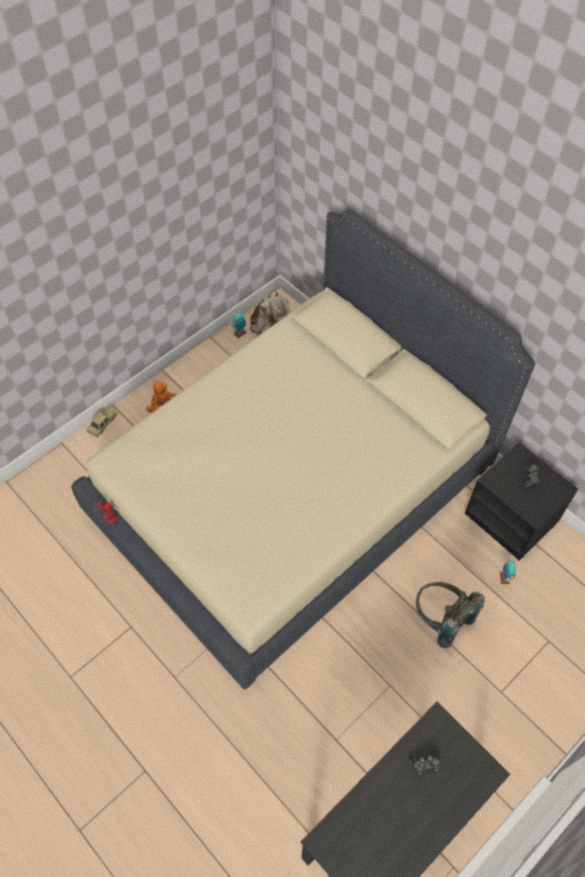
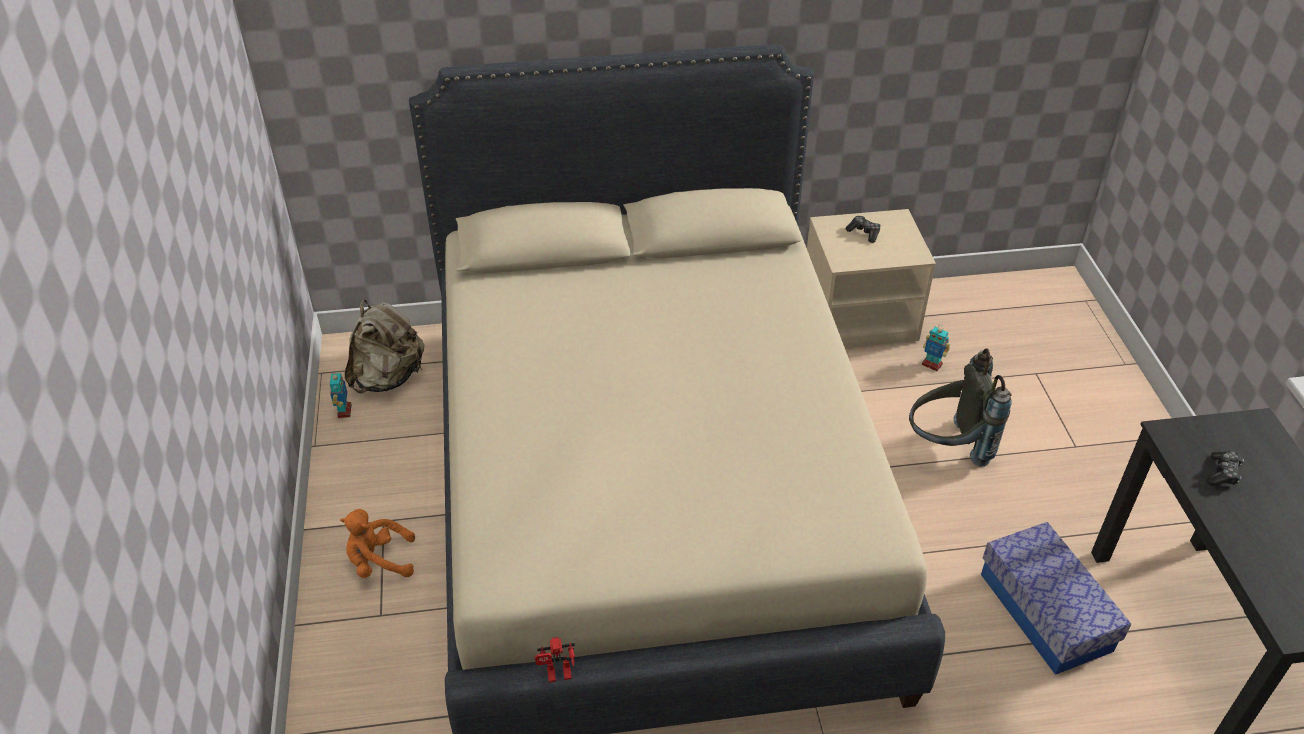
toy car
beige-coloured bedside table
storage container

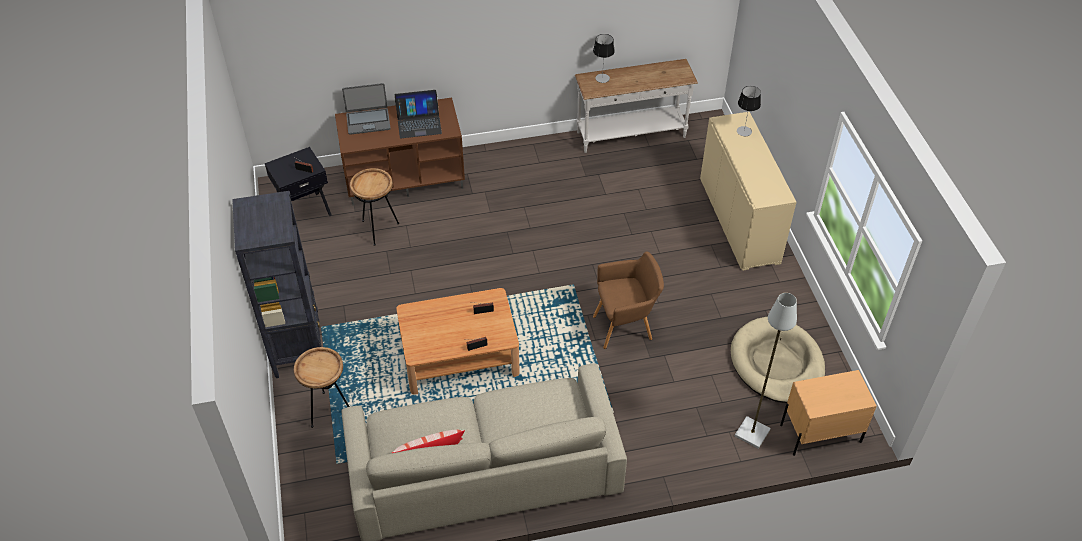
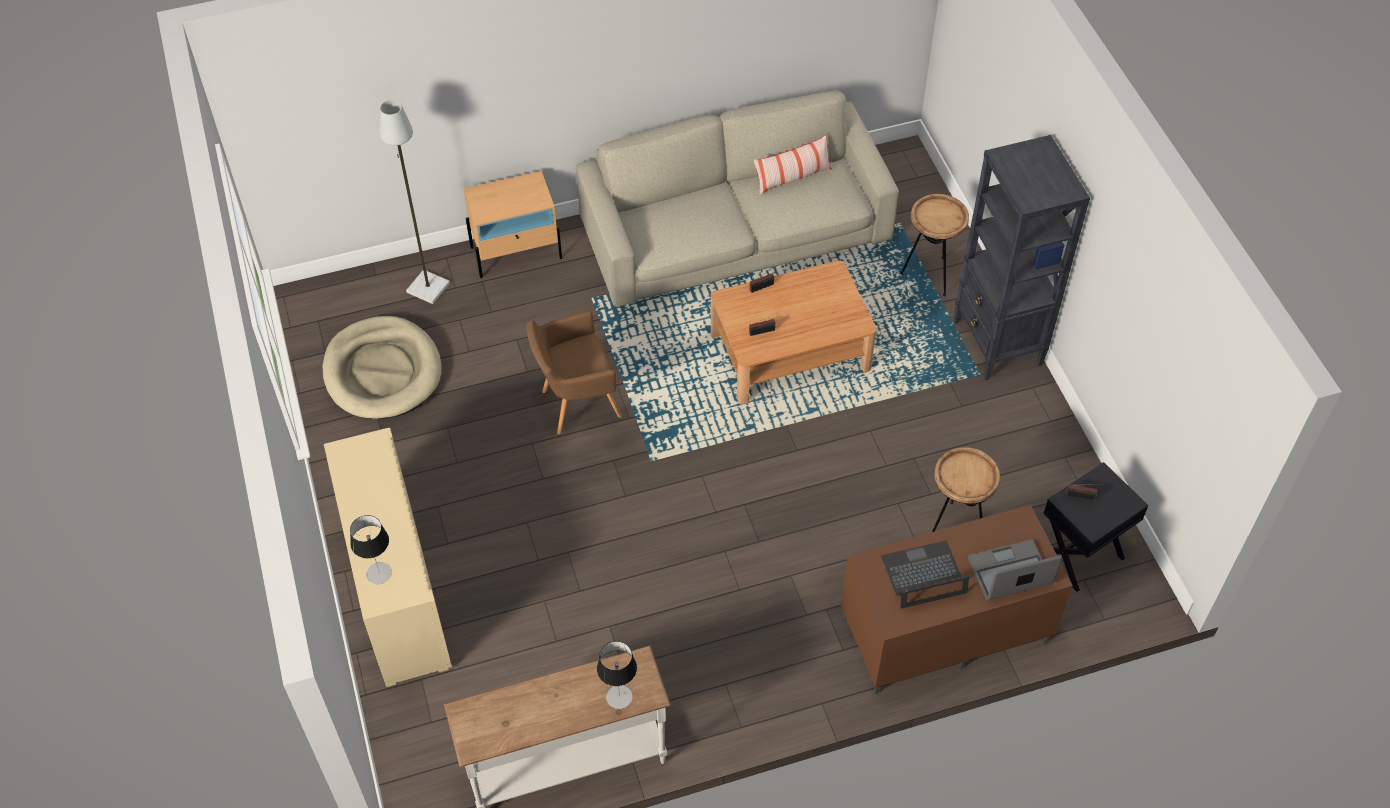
beige-coloured bedside table

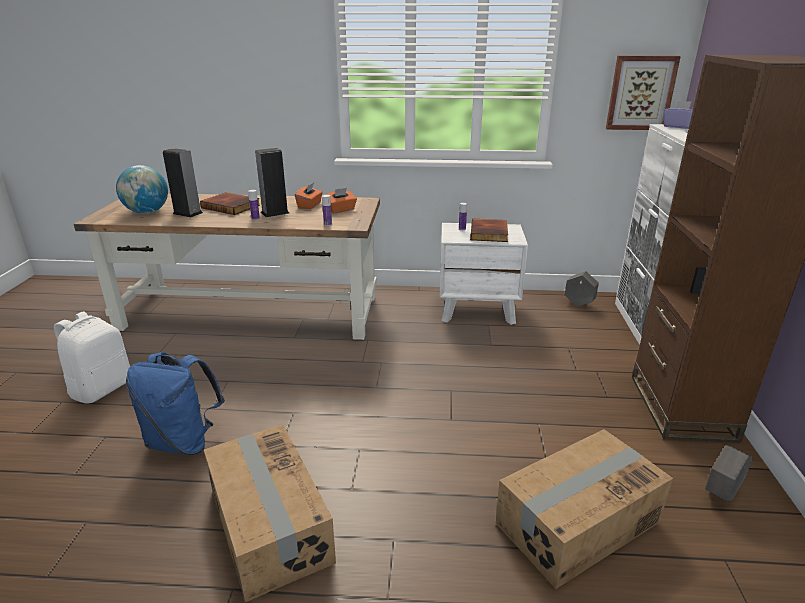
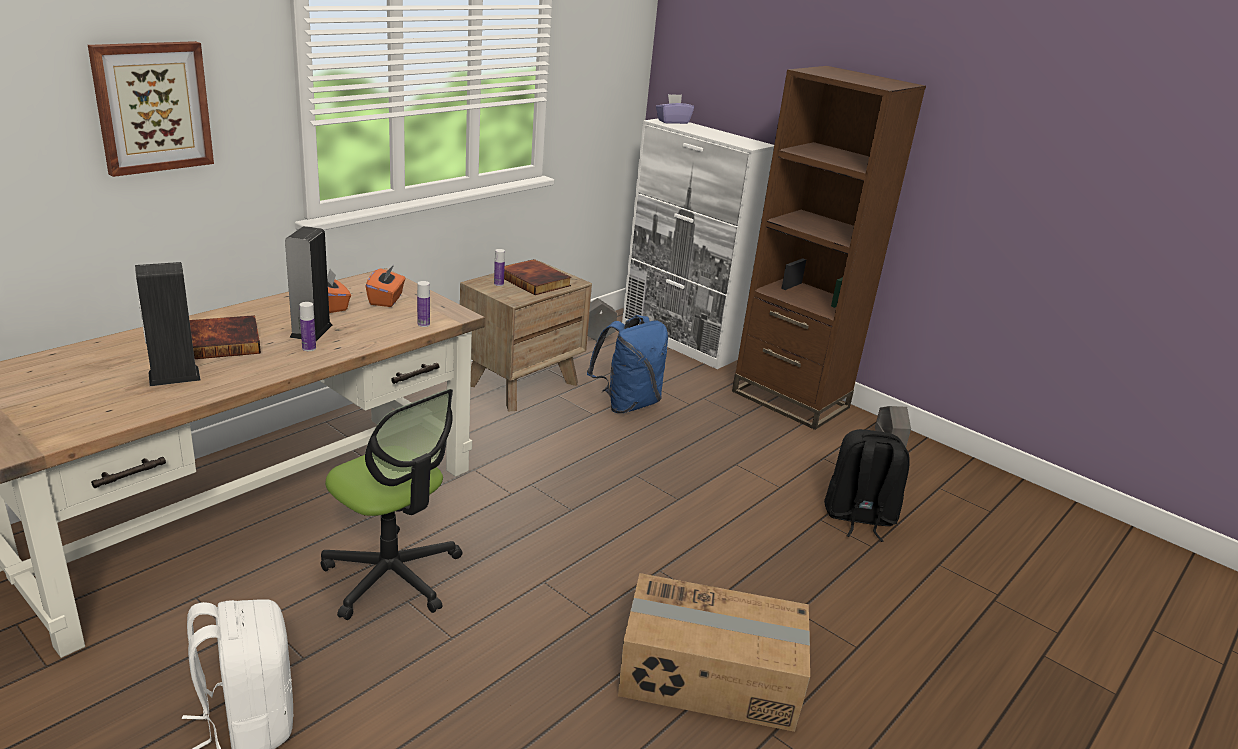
wall art
globe
brown bedside table
bluish rucksack
black-coloured rucksack
computer chair

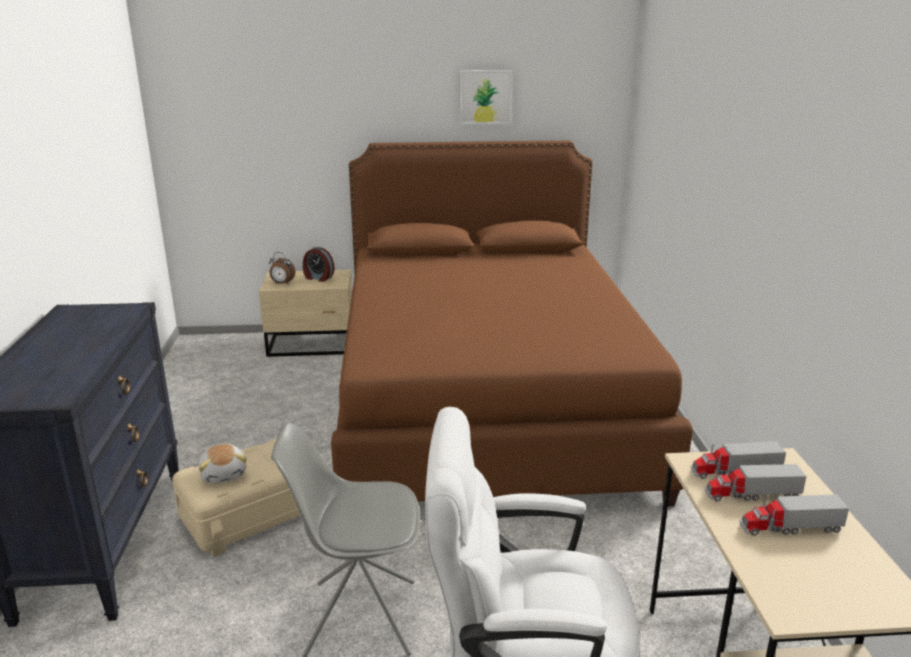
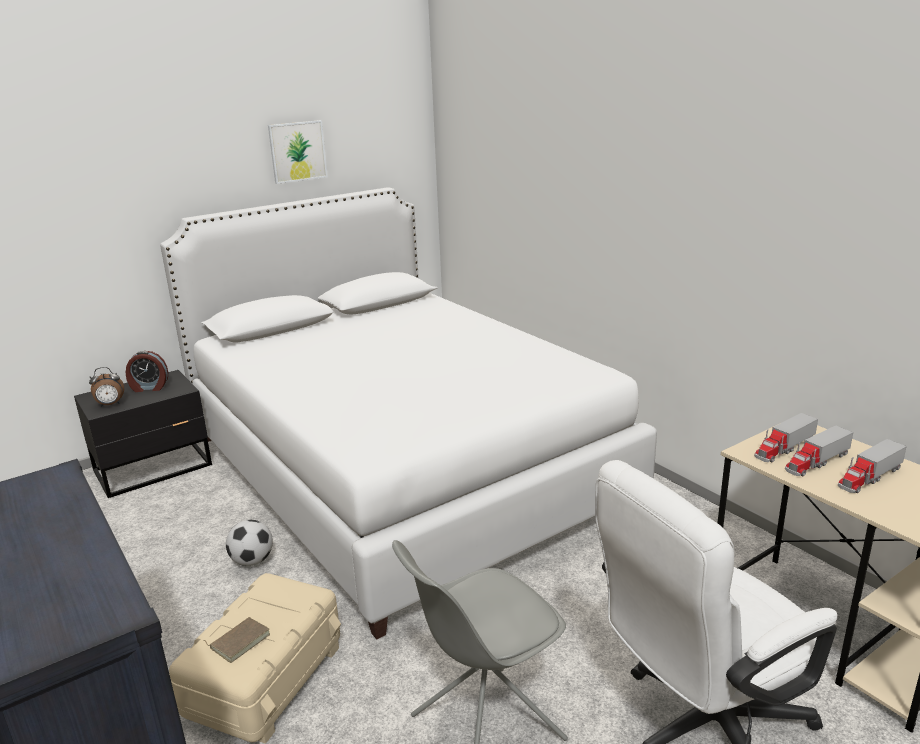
white sleeping bed
black-coloured bedside table
brown book
football ball

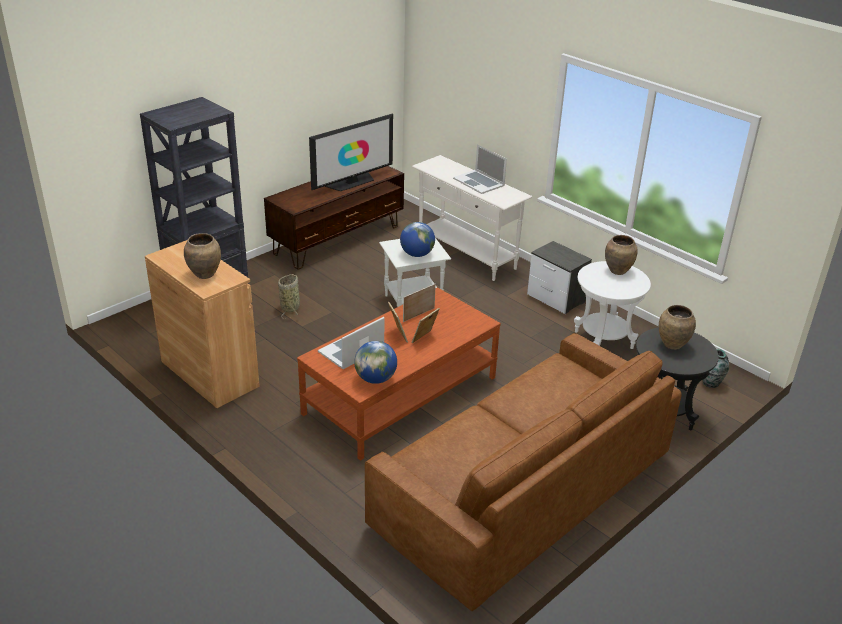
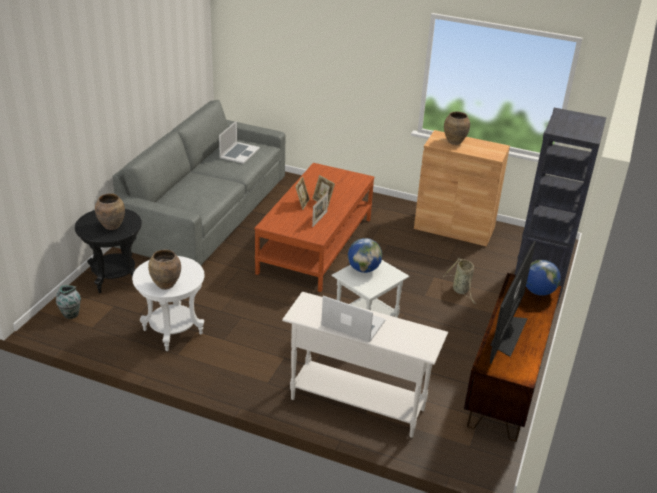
bedside table
notebook computer (1st from left)
gray settee
globe (2nd from left)

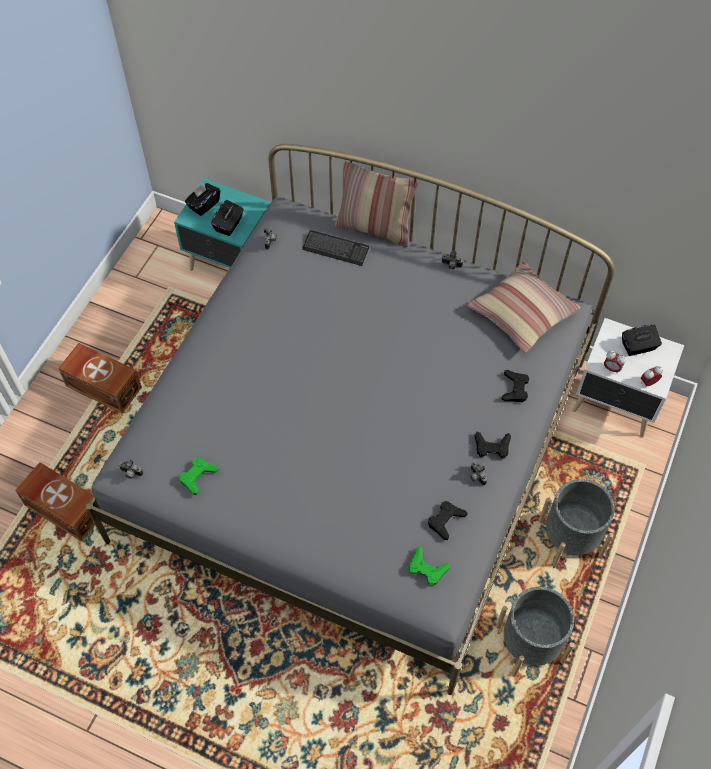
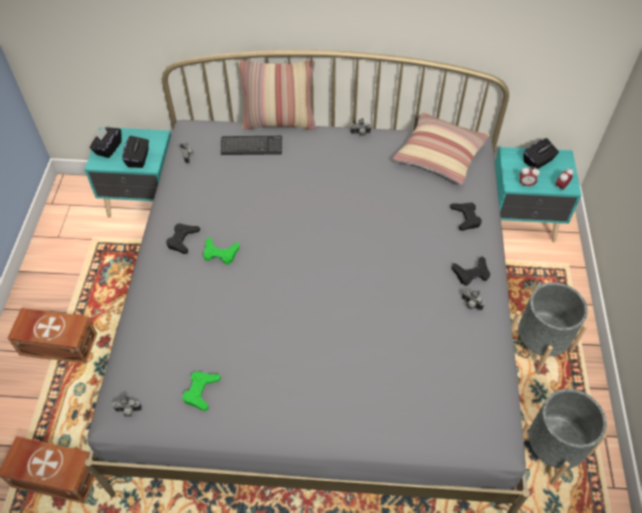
turquoise-coloured bedside table (2nd from left)
black-coloured game controller (1st from left)
green game controller (2nd from left)

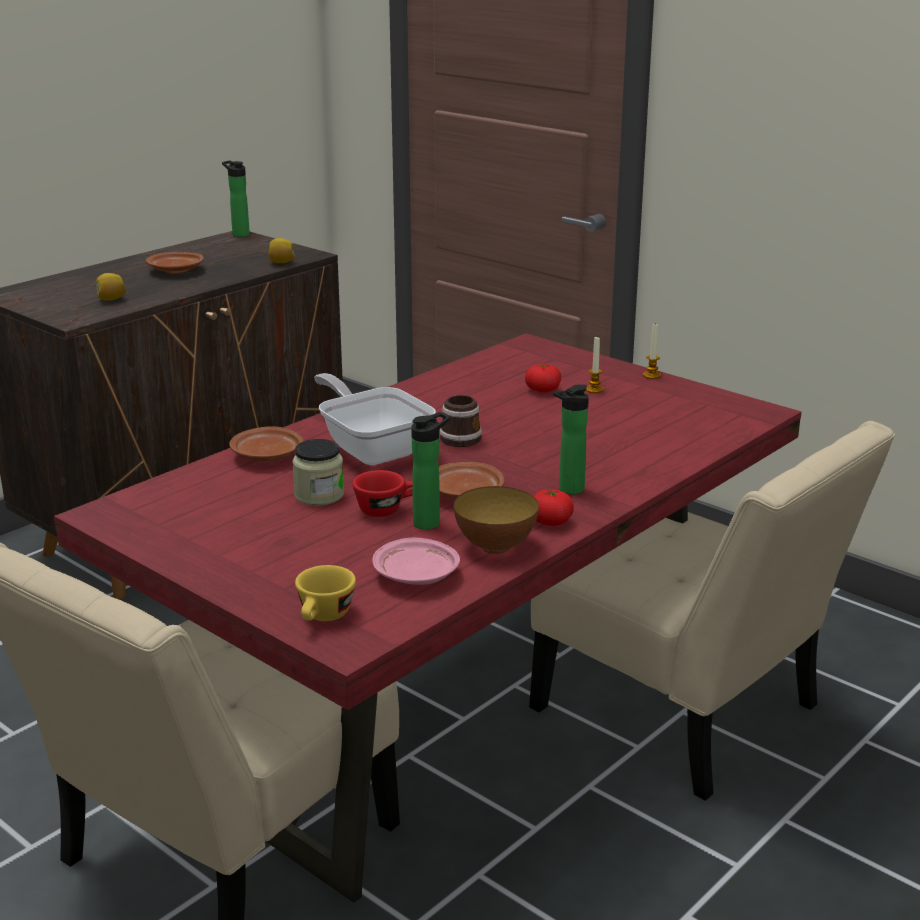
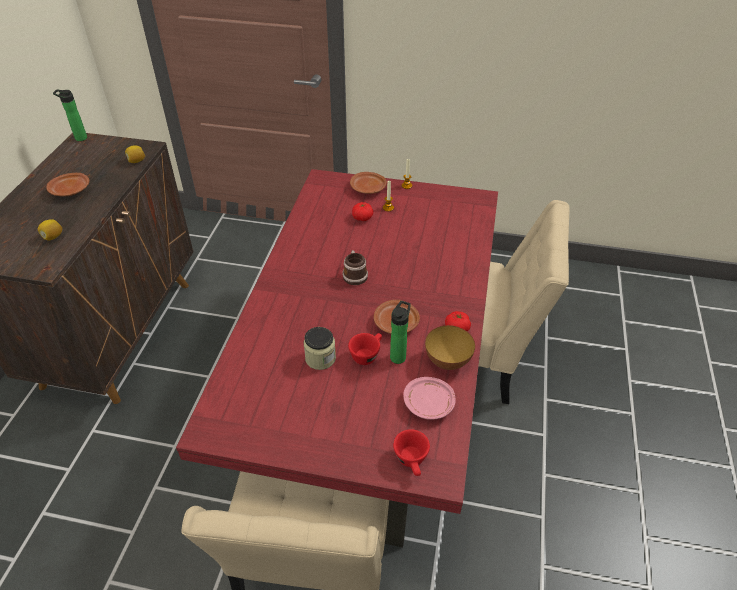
frying pan
beverage bottle (3rd from left in the first image)
brown dinner plate (2nd from left)
red cup (2nd from left)

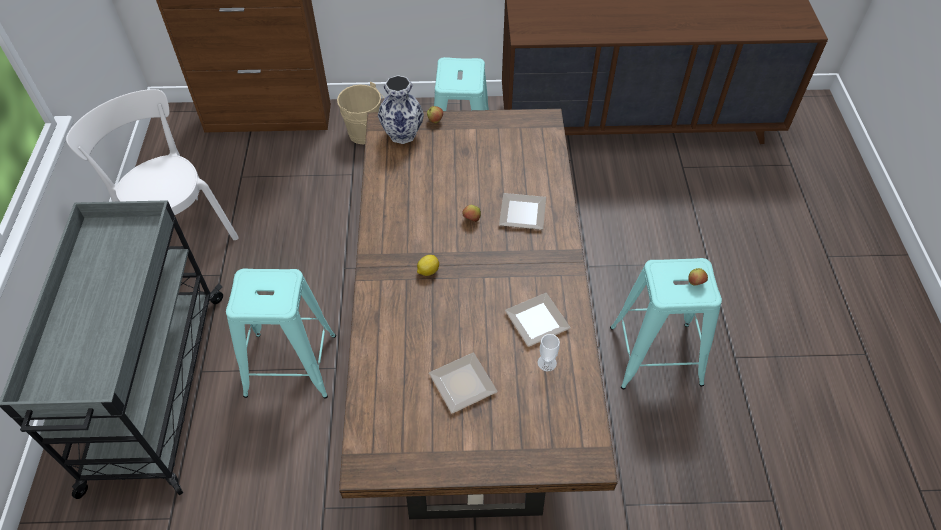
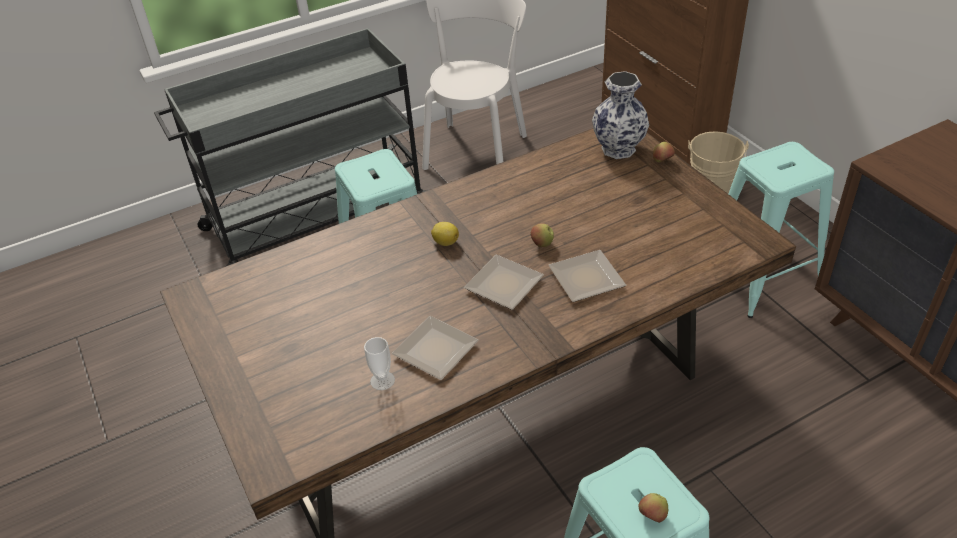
dinner plate (2nd from left)

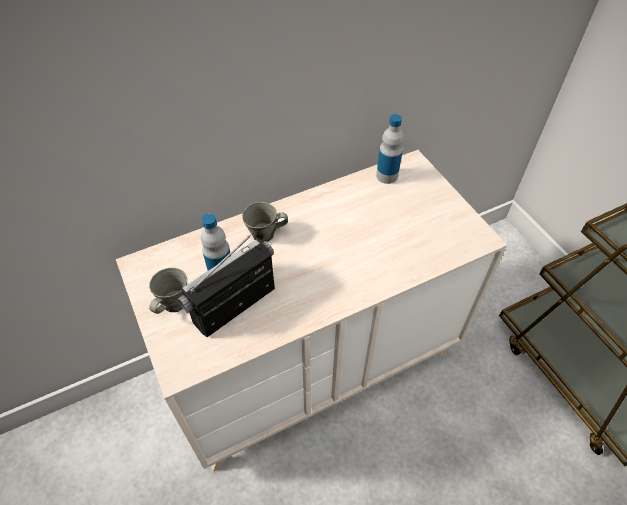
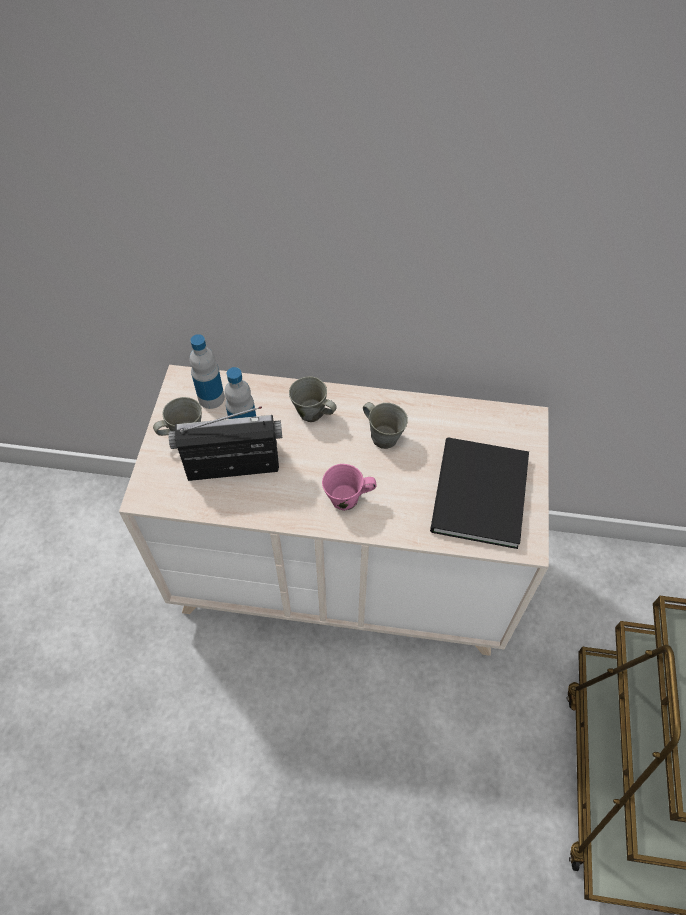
beverage bottle (1st from left)
gray mug (3rd from left)
black-coloured book
pink mug

